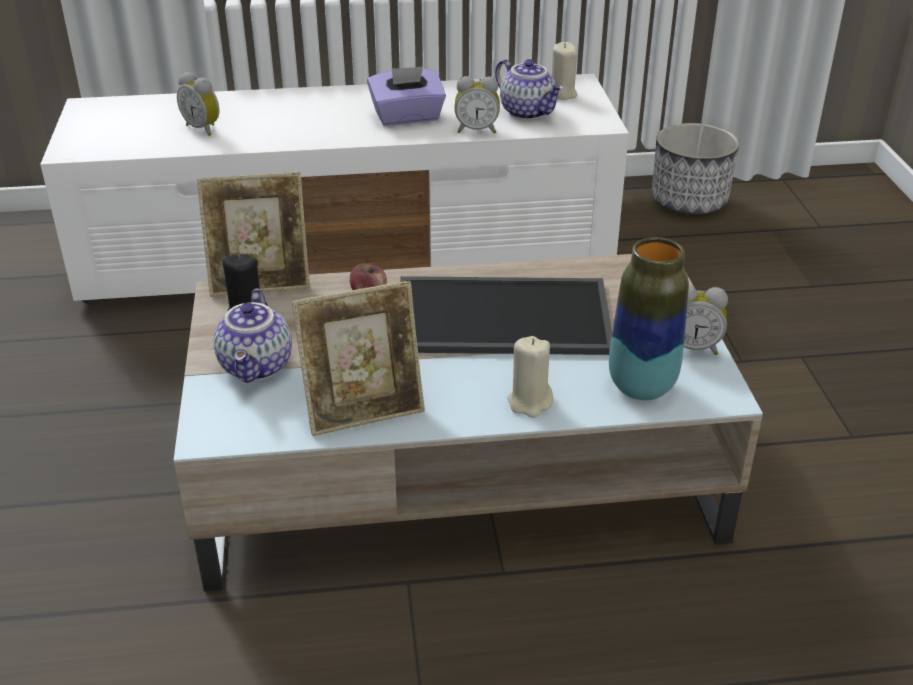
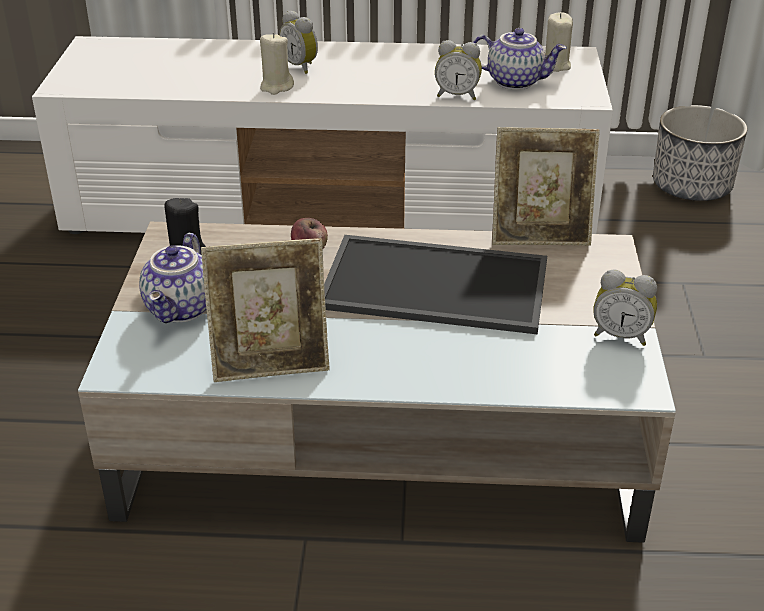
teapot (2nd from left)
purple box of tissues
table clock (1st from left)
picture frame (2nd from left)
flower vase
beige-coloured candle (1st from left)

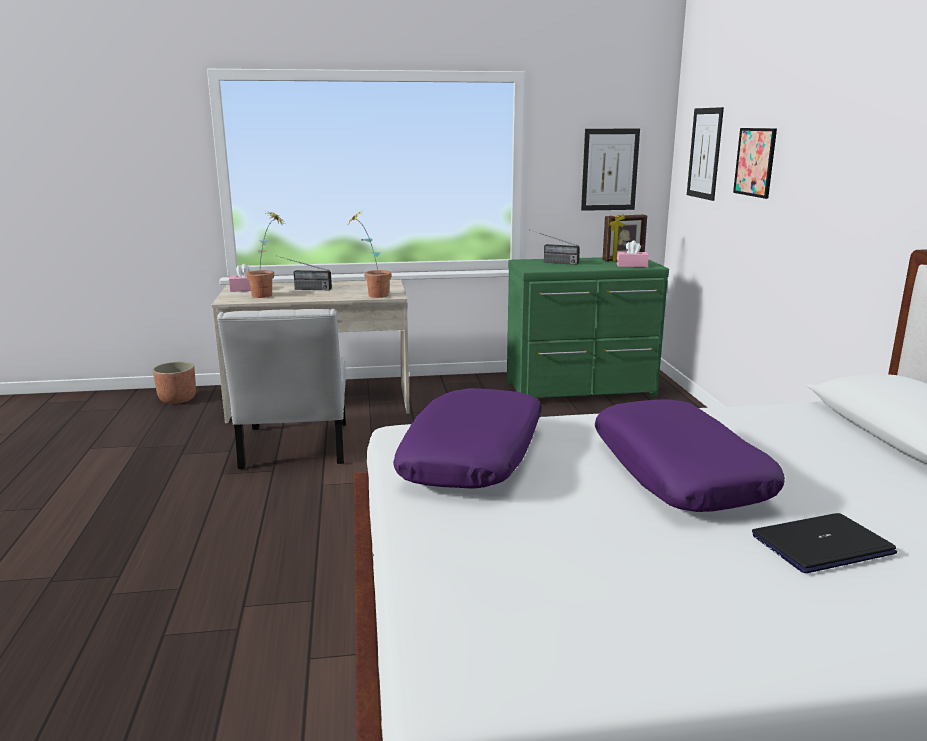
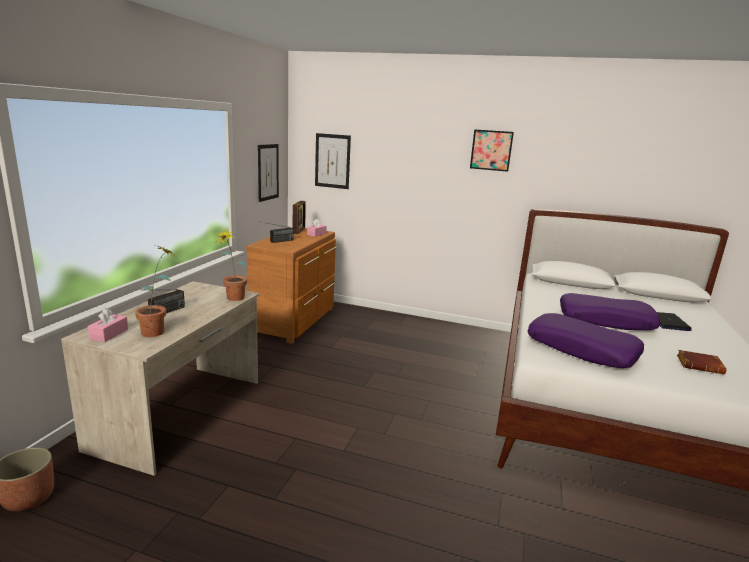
wall art (3rd from left)
brown chest of drawers
white chair
brown book

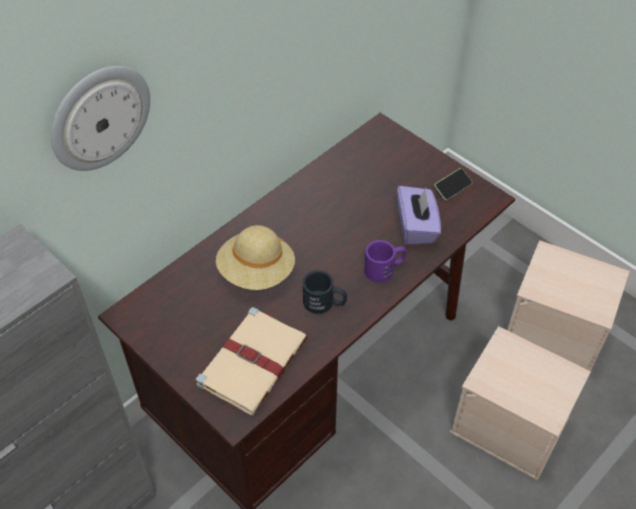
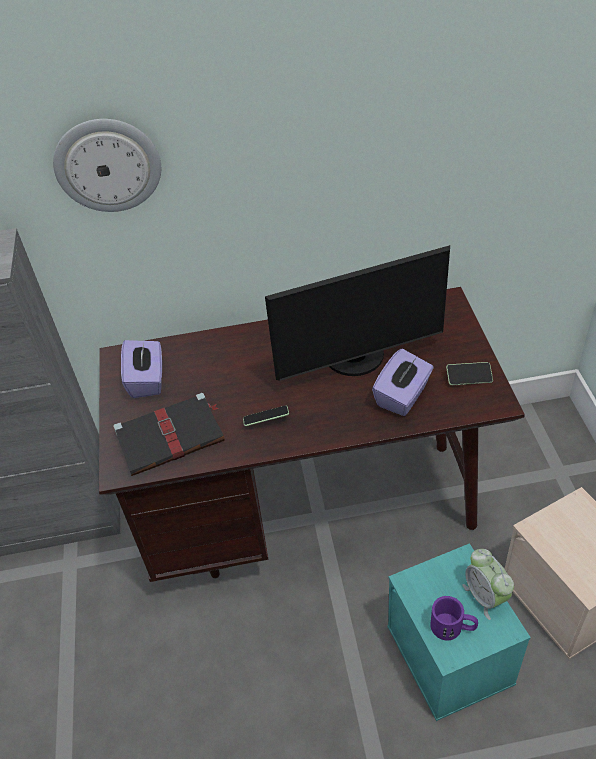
beige-coloured hat
purple mug
phone (1st from left)
black-coloured book
turquoise-coloured storage container
computer screen
purple box of tissues (1st from left)
table clock

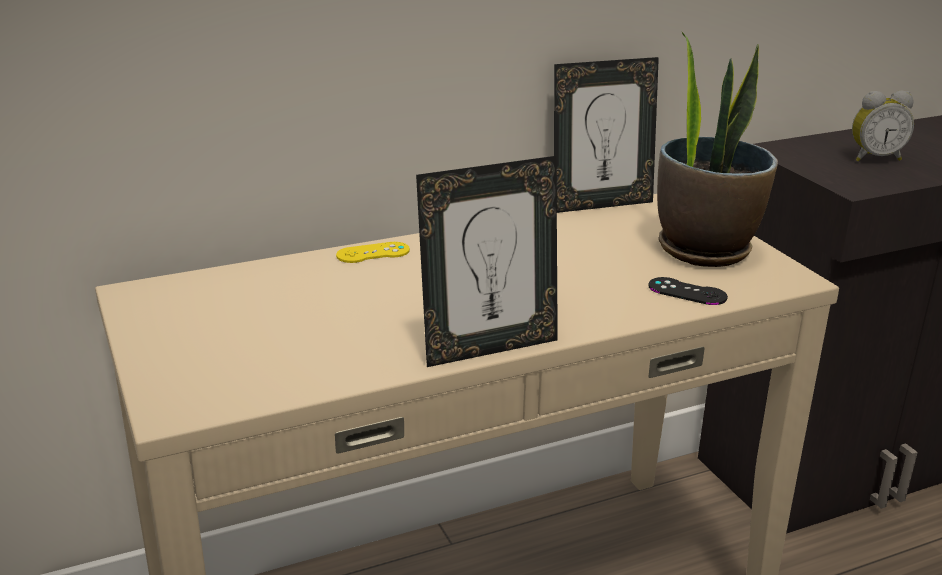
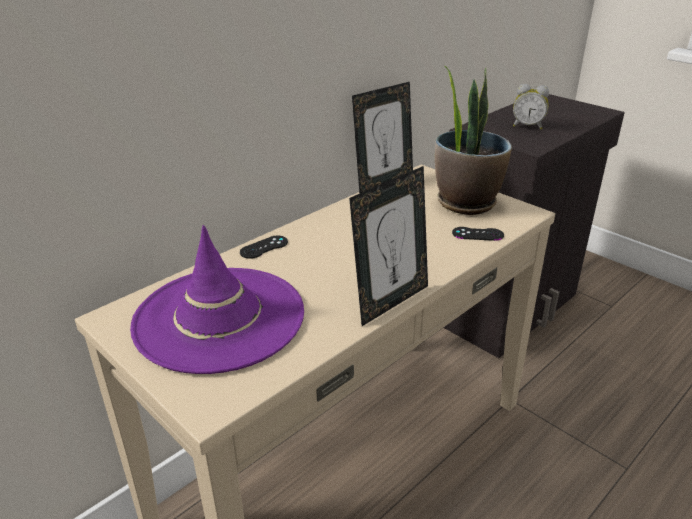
table clock
black-coloured game controller (1st from left)
purple hat

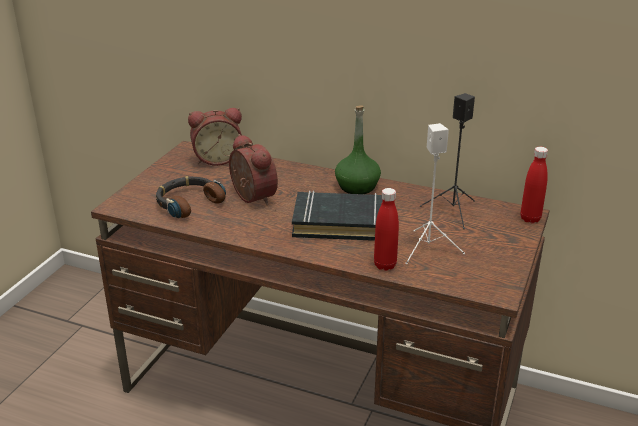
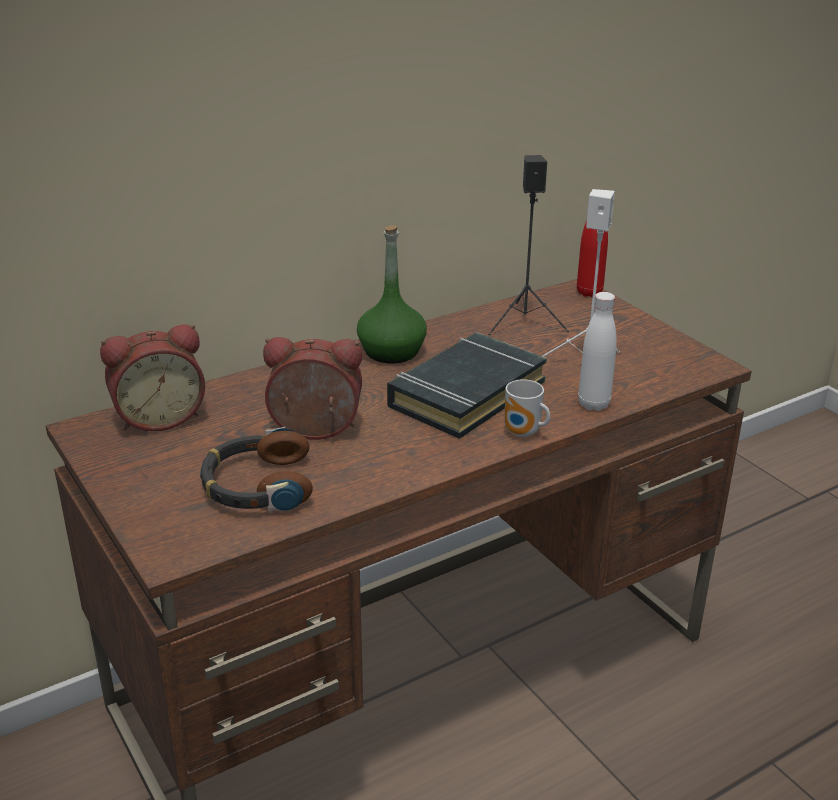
table clock (1st from left)
white beverage bottle
mug

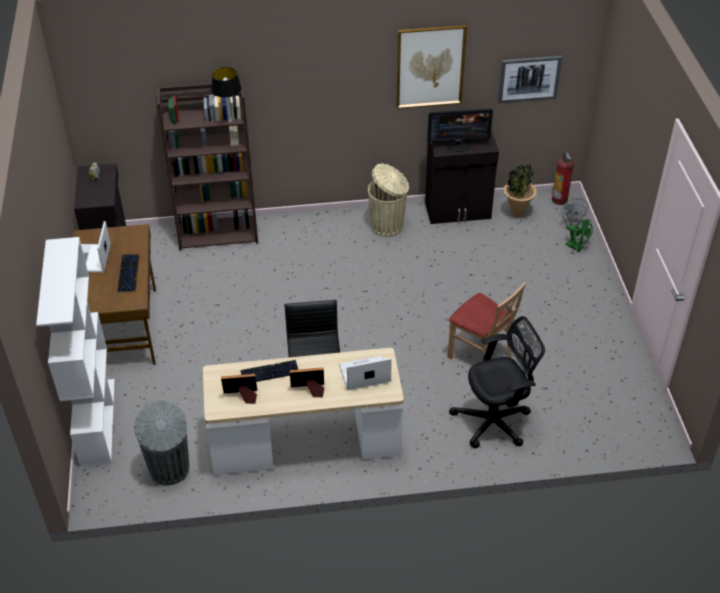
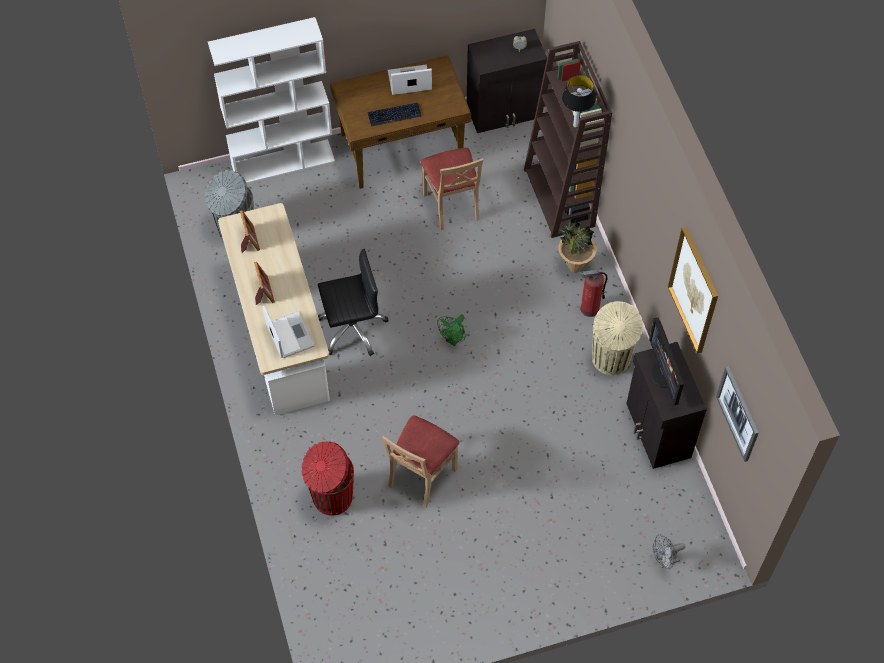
extinguisher
potted plant
green cooling fan
red rubbish bin
keyboard (2nd from left in the first image)
beige-coloured chair (2nd from left)

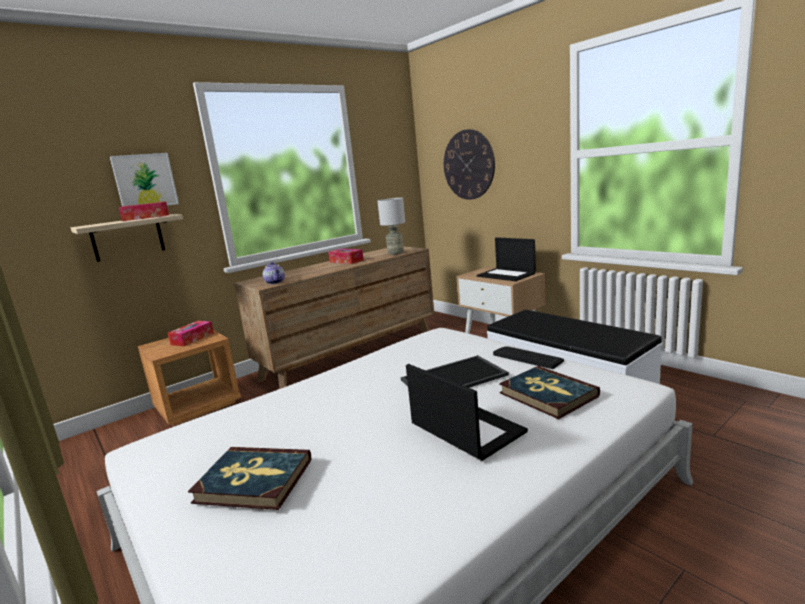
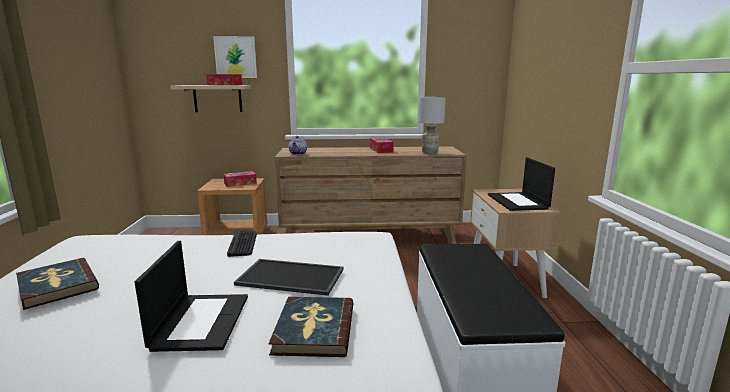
clock on the wall
keyboard

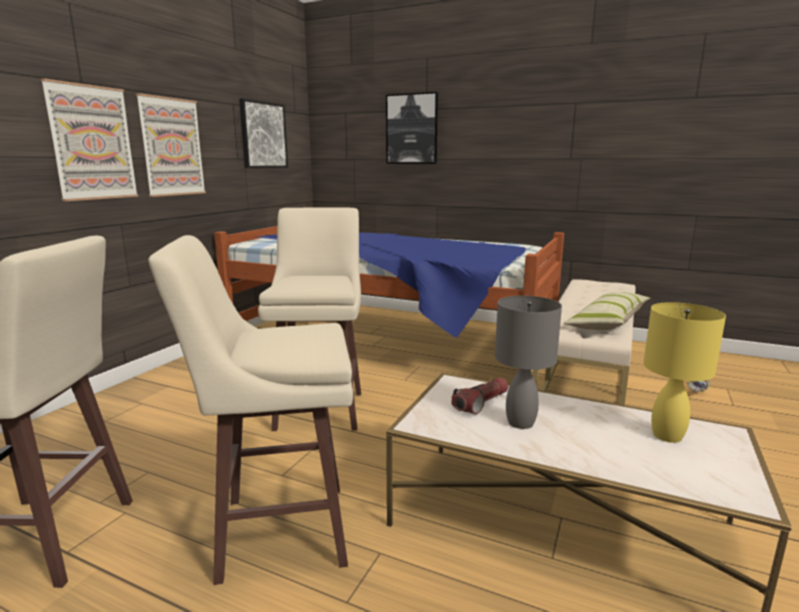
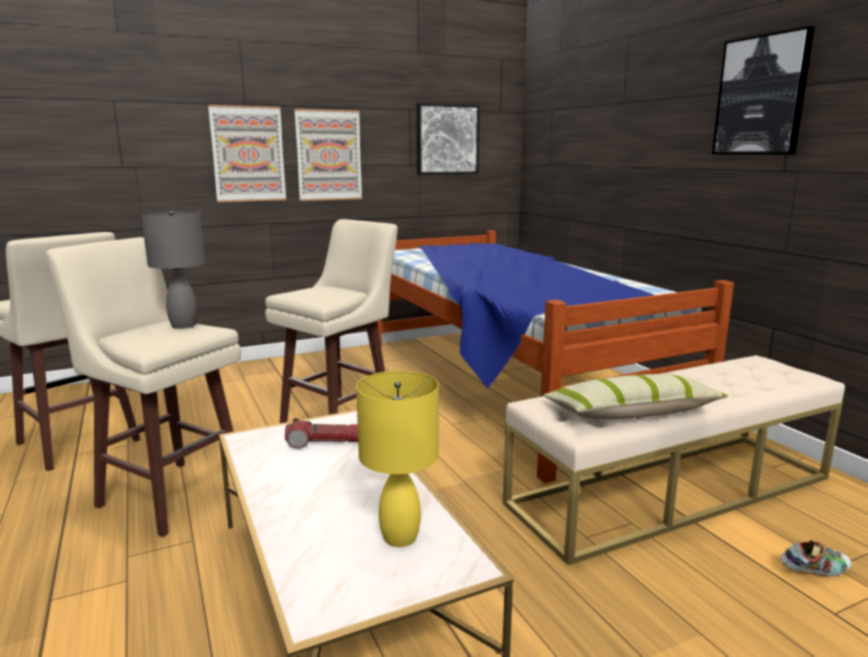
wall art (4th from left)
gray tabletop lamp

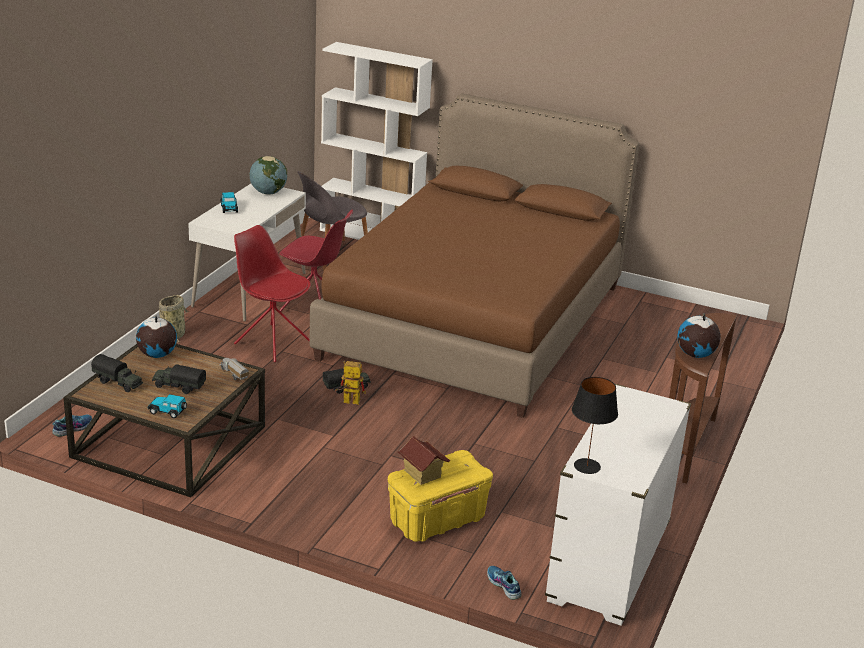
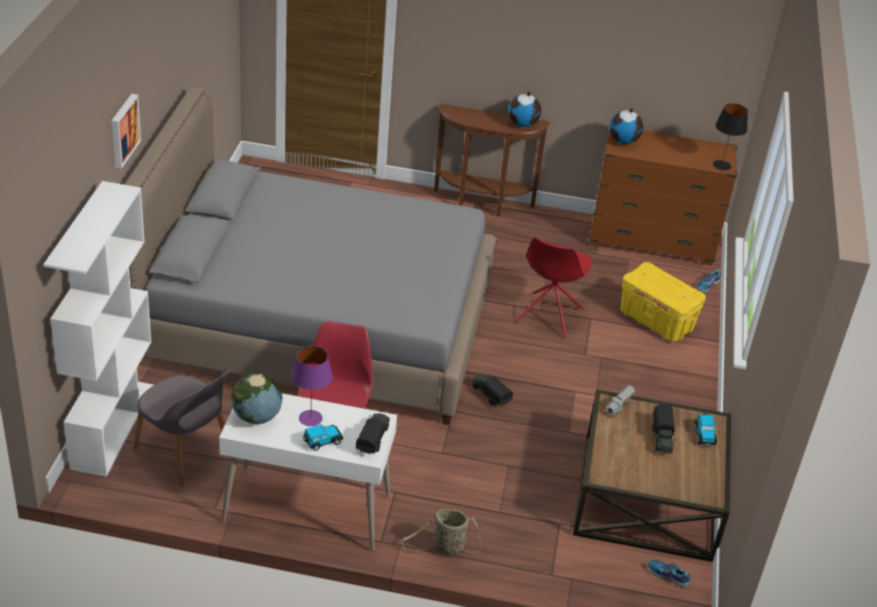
gray sleeping bed
red chair (2nd from left)
globe (3rd from left)
toy lorry (1st from left)
robot figure
brown chest of drawers
model house
wall art
purple tabletop lamp

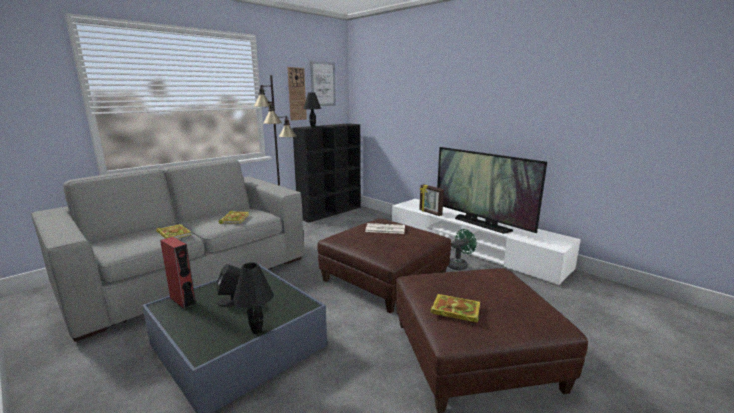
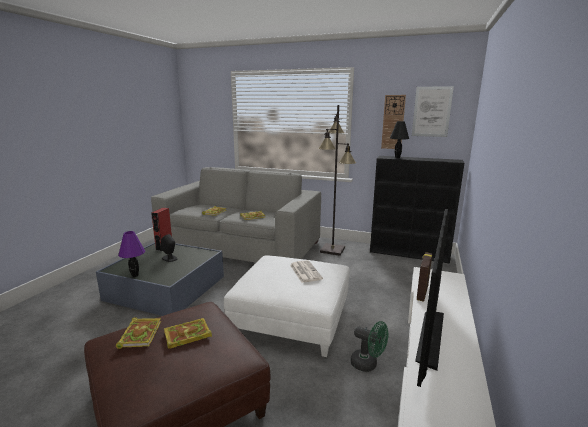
white pouffe
purple tabletop lamp
book (2nd from left)

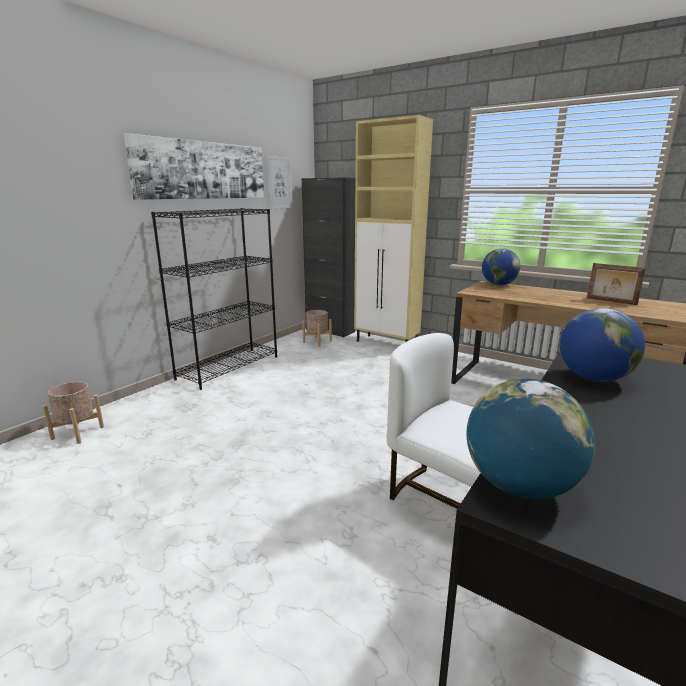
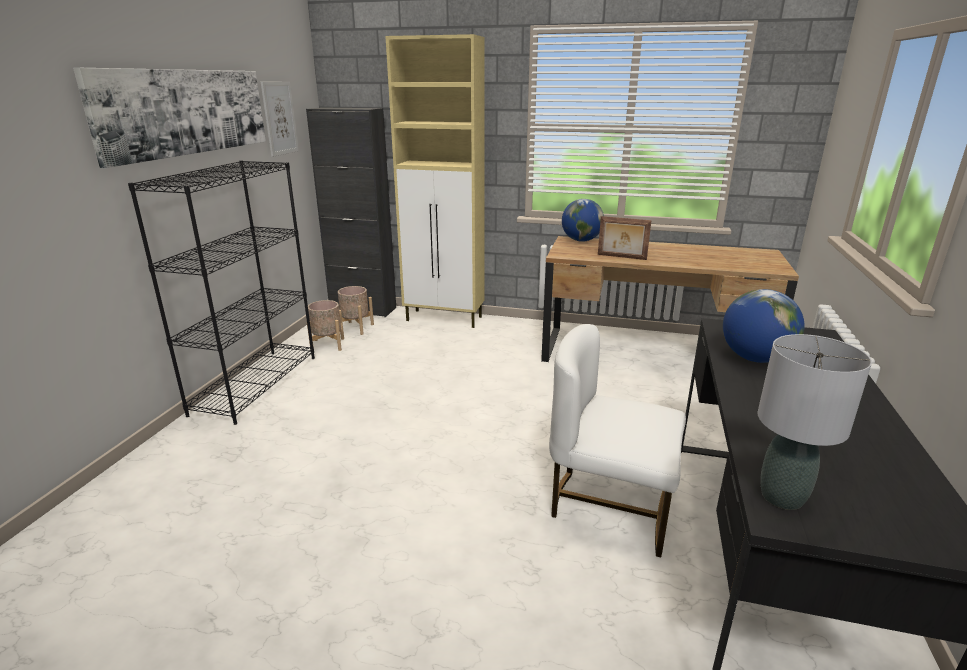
picture frame
gray tabletop lamp
beige-coloured planter (1st from left)

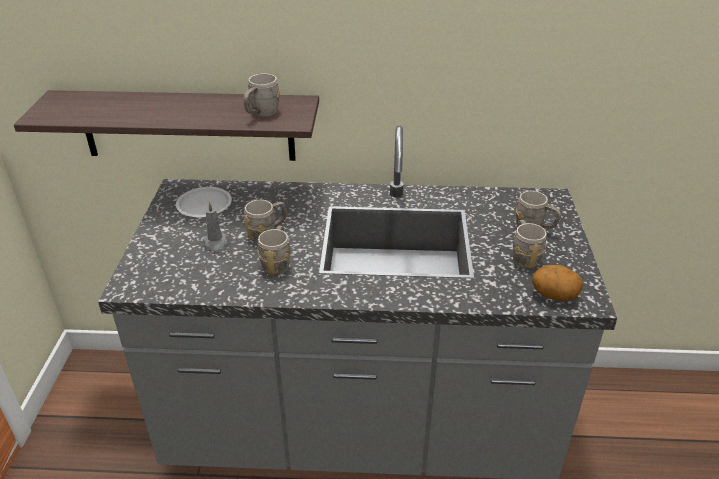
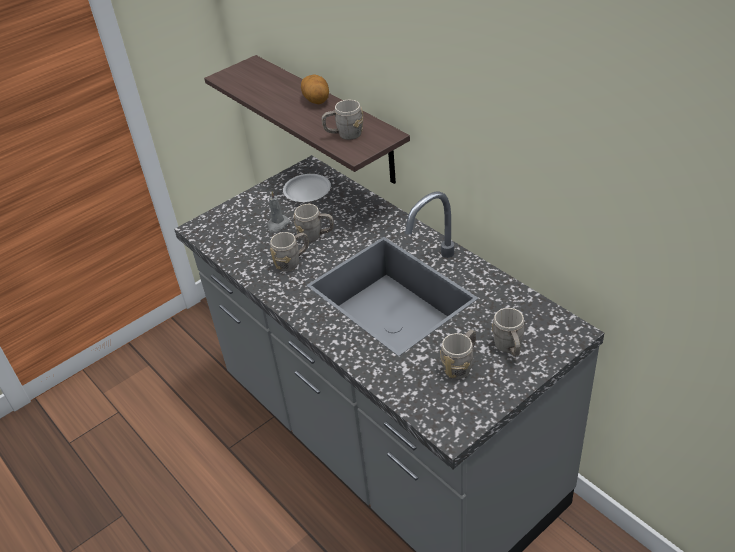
whole potato

